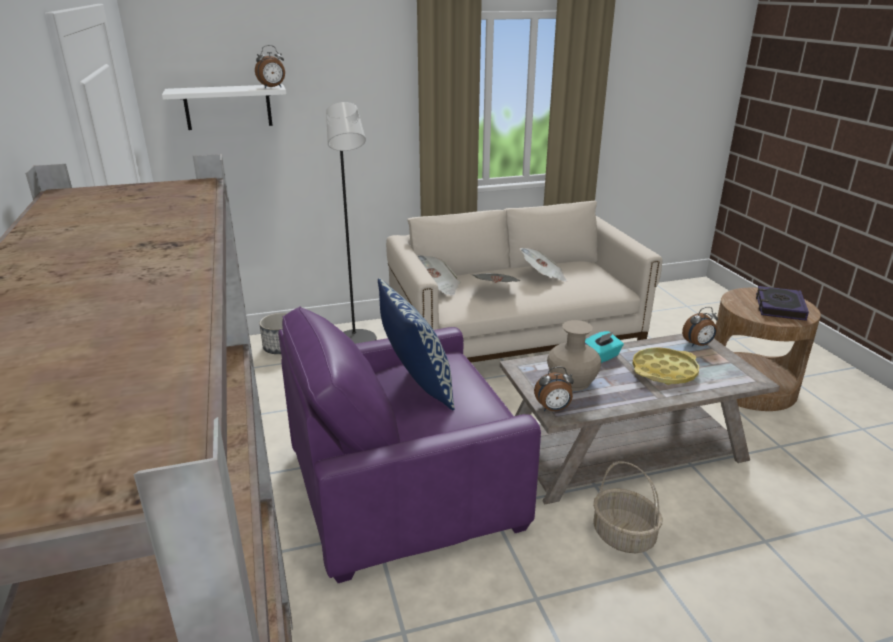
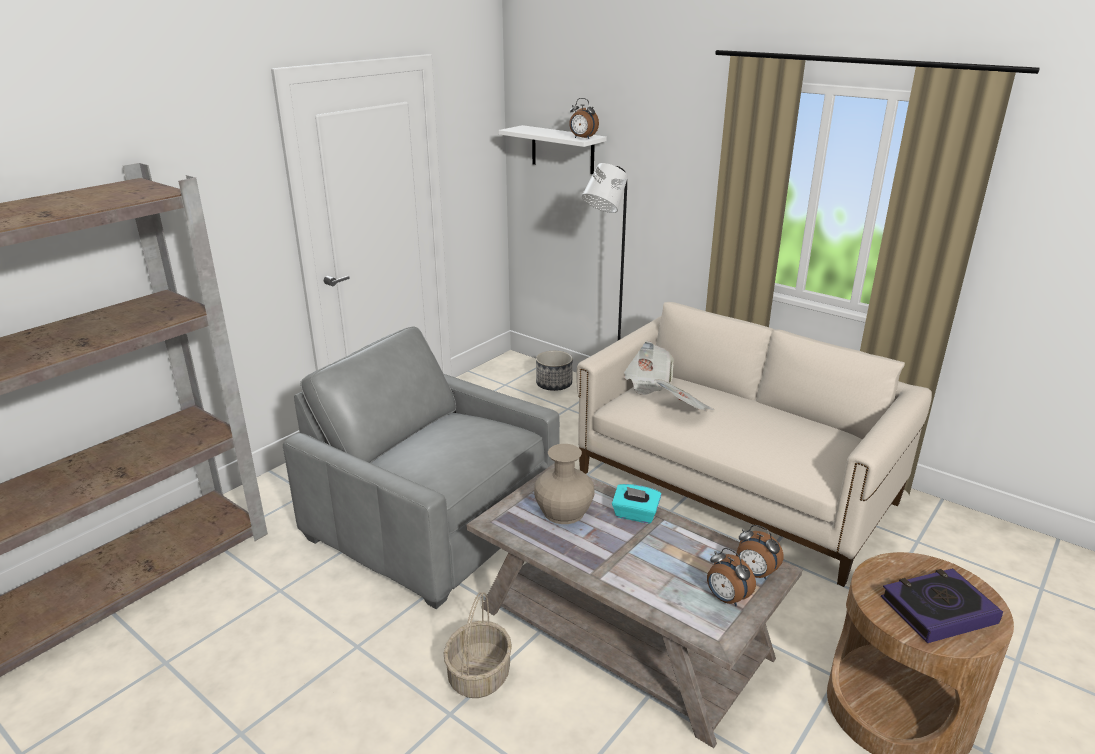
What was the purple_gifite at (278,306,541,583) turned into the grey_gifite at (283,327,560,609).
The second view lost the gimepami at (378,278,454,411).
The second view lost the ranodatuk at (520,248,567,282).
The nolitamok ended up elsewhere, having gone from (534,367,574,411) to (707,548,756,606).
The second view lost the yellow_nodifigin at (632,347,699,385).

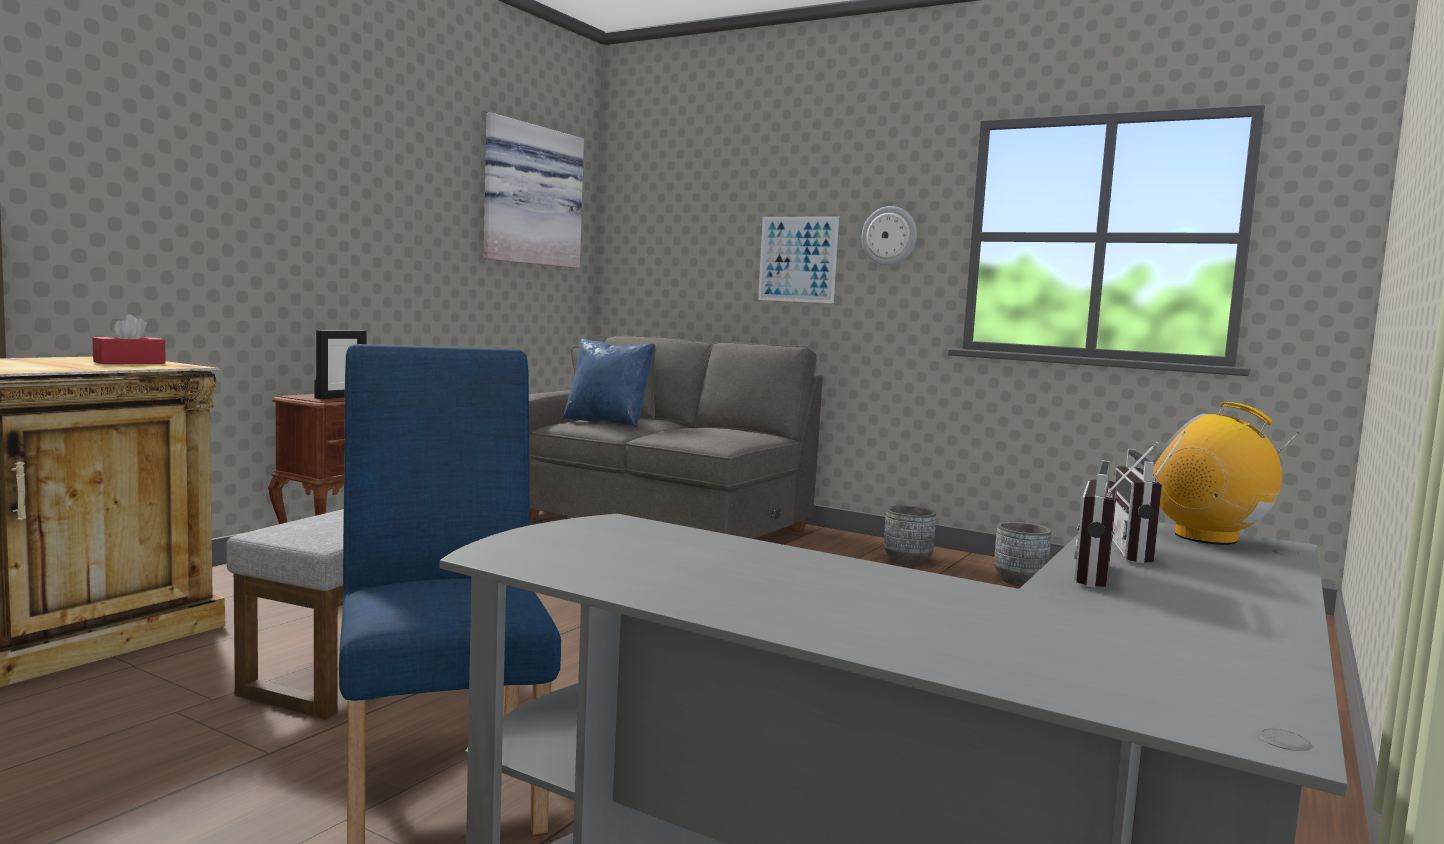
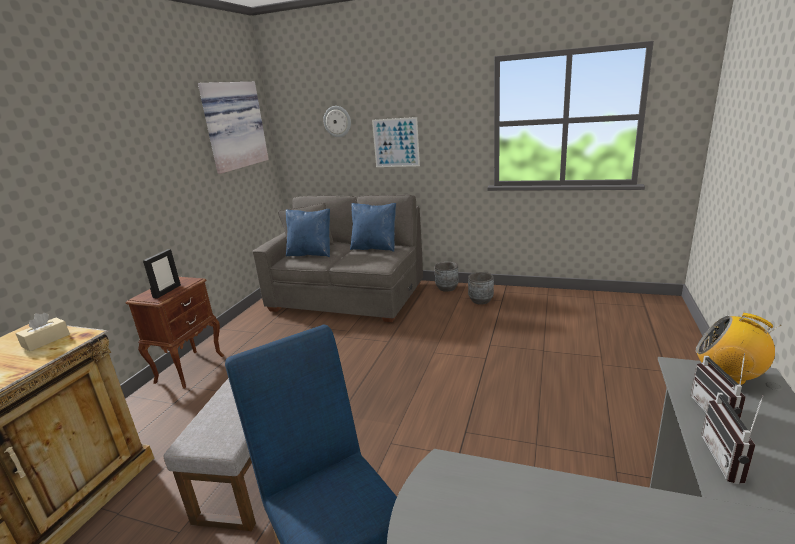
What was the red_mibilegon at (93,314,166,364) turned into the beige_mibilegon at (16,313,70,351).
The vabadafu ended up elsewhere, having gone from (862,206,917,265) to (323,106,351,137).
The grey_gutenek ended up elsewhere, having gone from (994,522,1052,586) to (435,262,459,292).
The second view gained the blue_gimepami at (350,203,396,252).

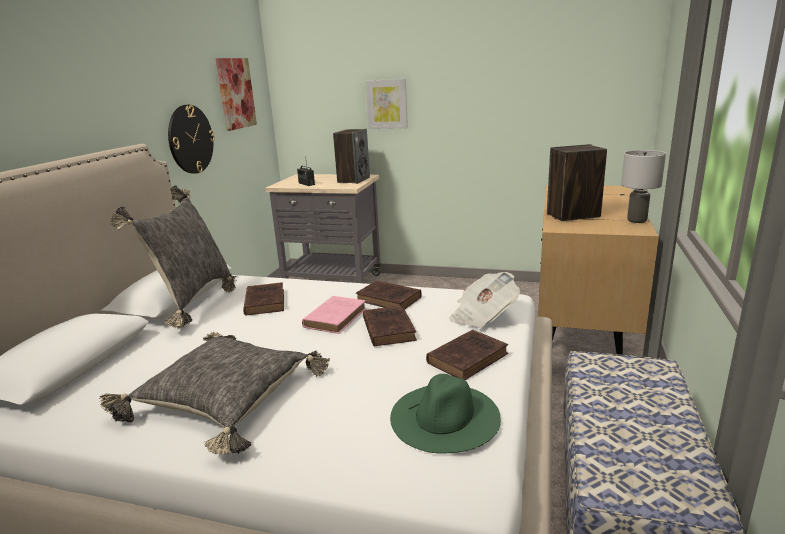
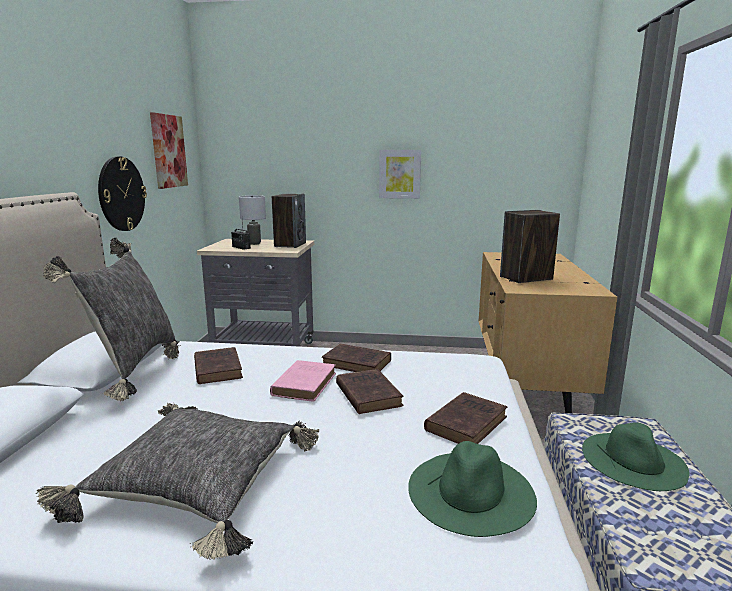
The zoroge ended up elsewhere, having gone from (366,79,408,129) to (379,150,421,199).
The second view lost the ranodatuk at (449,272,520,328).
The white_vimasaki ended up elsewhere, having gone from (621,150,666,223) to (239,195,266,245).
The second view gained the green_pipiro at (582,422,689,491).

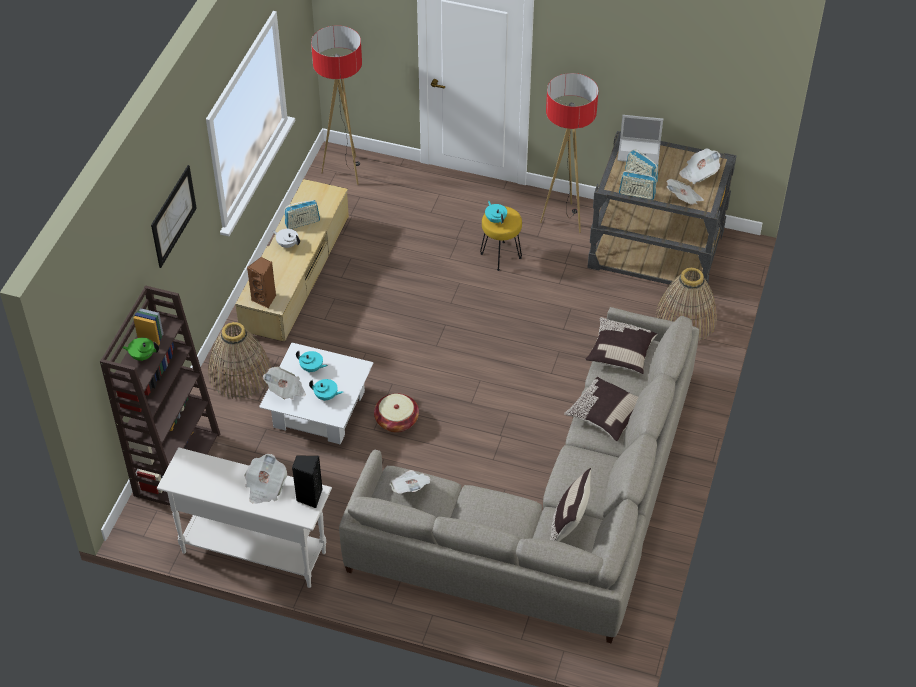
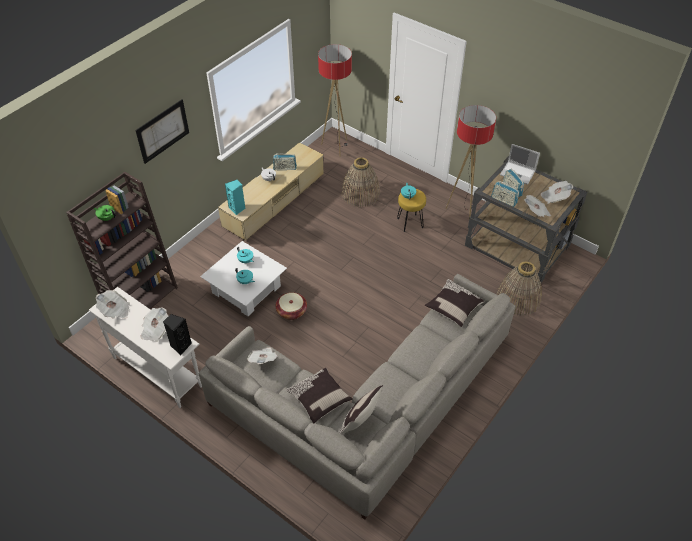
The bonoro ended up elsewhere, having gone from (208,322,271,399) to (341,157,380,207).
What was the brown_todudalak at (247,257,276,308) turned into the turquoise_todudalak at (225,180,246,215).
The ranodatuk ended up elsewhere, having gone from (263,367,306,399) to (96,290,130,319).
The gimepami ended up elsewhere, having gone from (565,377,638,441) to (286,368,353,423).

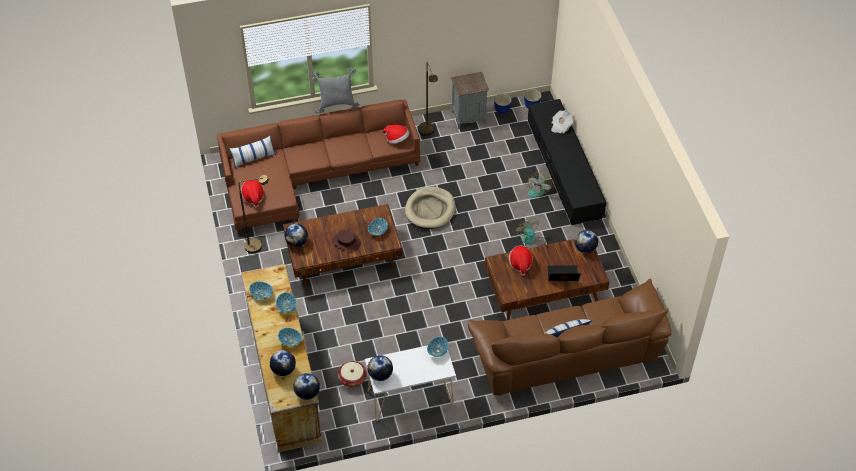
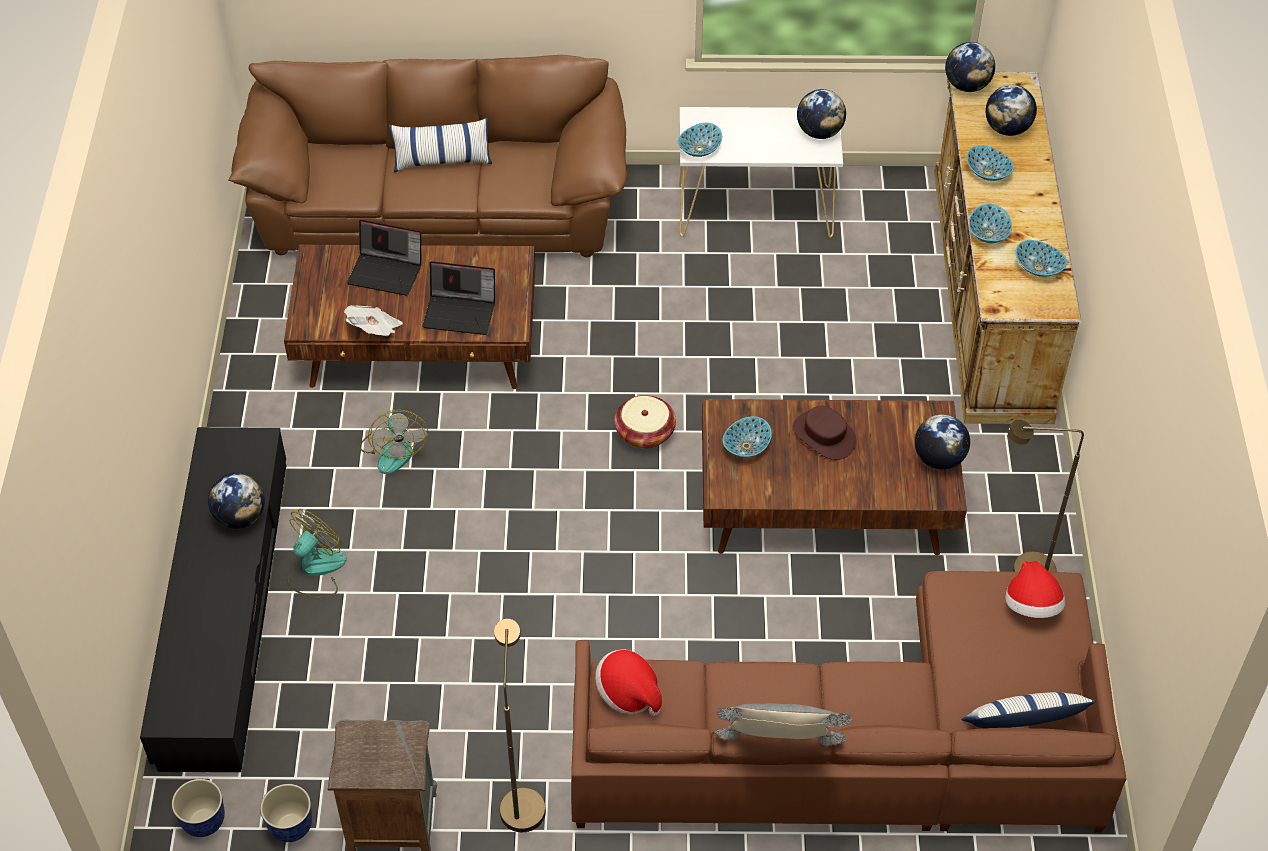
The bonoro ended up elsewhere, having gone from (338,361,367,387) to (614,395,676,449).
The second view lost the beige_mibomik at (405,187,455,229).
Where the pipiro stood at (509,246,533,276), the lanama came to stand at (422,261,495,335).
The ranodatuk ended up elsewhere, having gone from (551,110,574,134) to (344,305,403,336).
The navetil ended up elsewhere, having gone from (575,230,598,253) to (208,473,265,529).

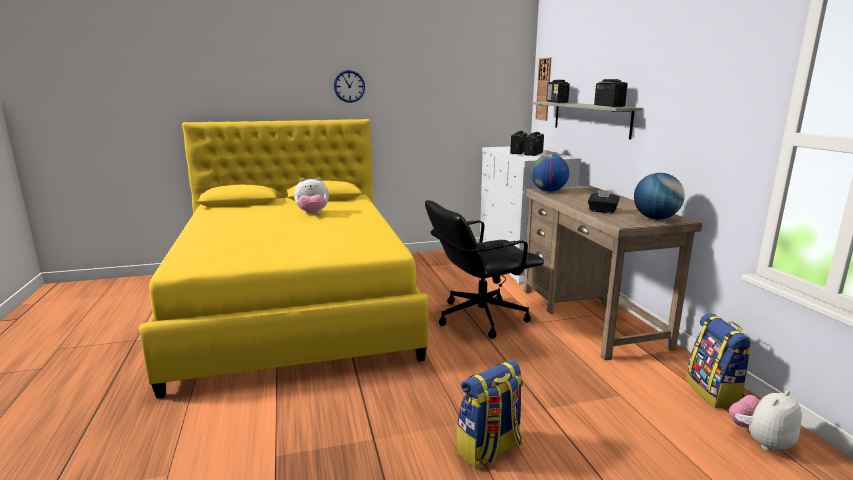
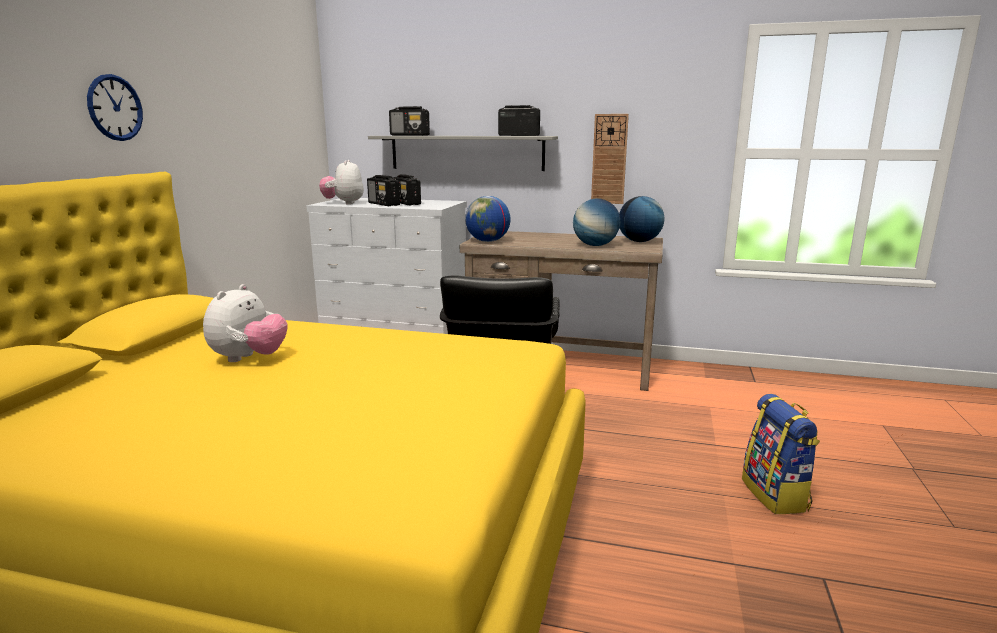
The vabadafu ended up elsewhere, having gone from (535,57,551,121) to (591,114,629,204).
Where the black_mibilegon stood at (588,190,620,213), the navetil came to stand at (573,198,620,246).
The second view lost the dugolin at (686,313,752,408).
The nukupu ended up elsewhere, having gone from (729,390,802,452) to (319,160,364,205).

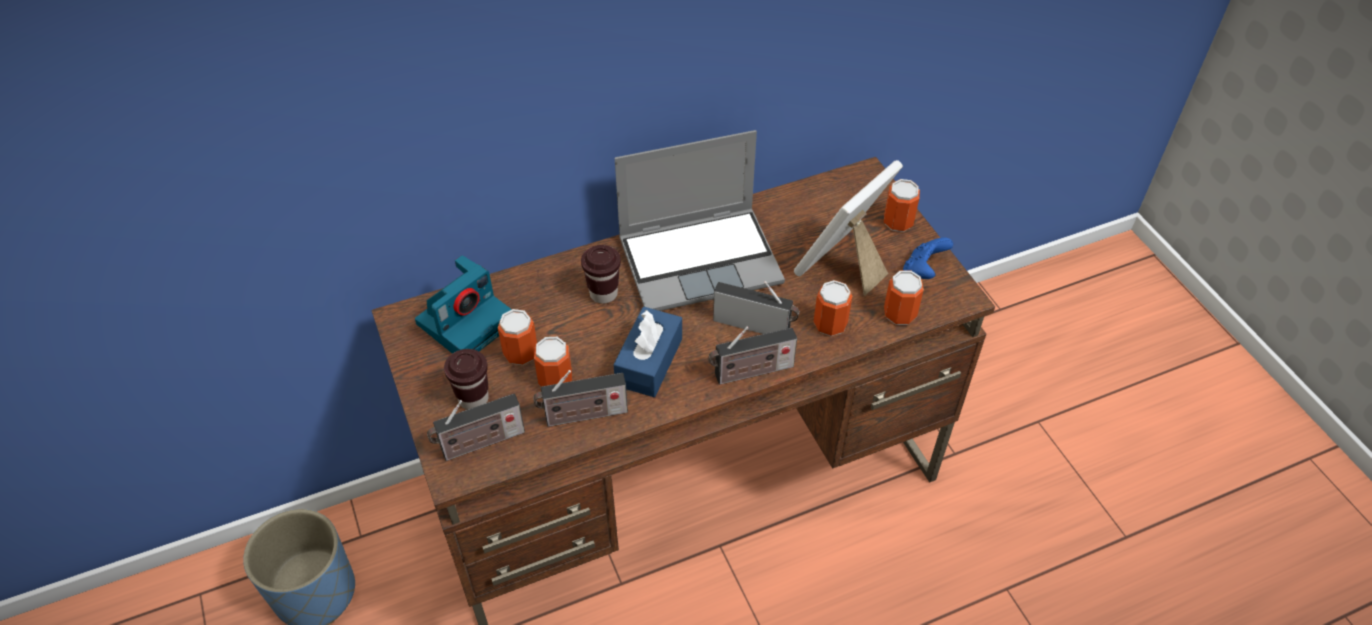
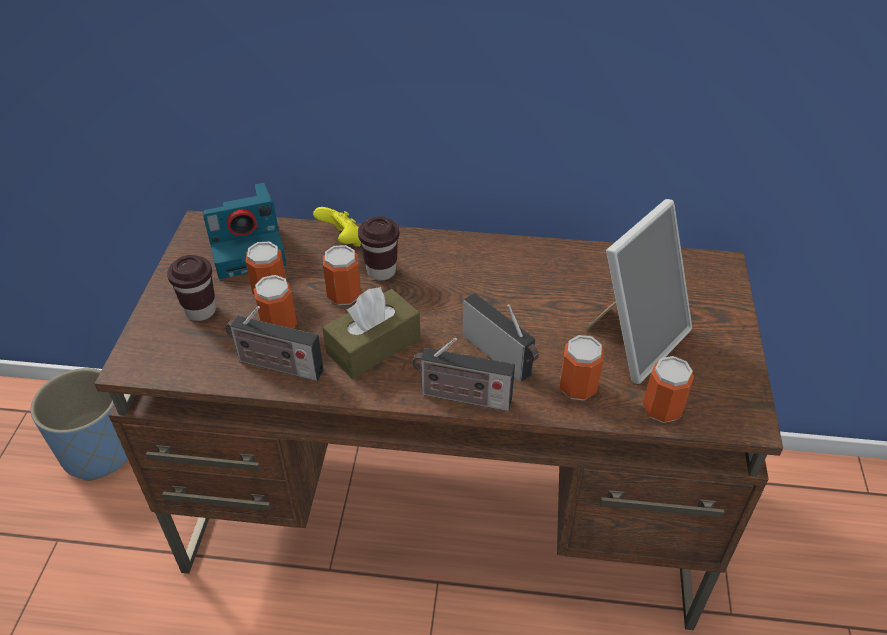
The second view lost the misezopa at (427,394,525,461).
What was the blue_mibilegon at (614,307,682,397) turned into the brown_mibilegon at (322,287,420,379).
The second view lost the lanama at (615,130,785,311).
The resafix at (794,160,903,296) ended up facing another way, 150 degrees clockwise from before.
The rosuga ended up elsewhere, having gone from (884,179,920,232) to (323,245,361,305).
The second view lost the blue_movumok at (903,237,953,279).
The second view gained the yellow_movumok at (313,207,361,247).

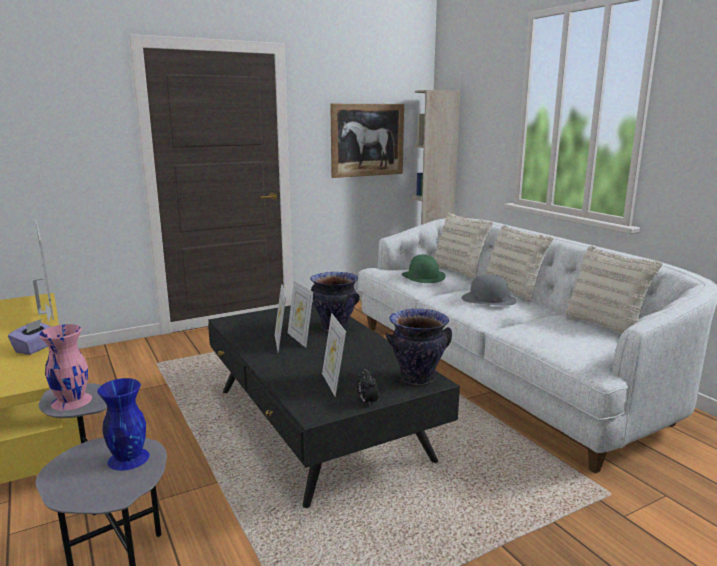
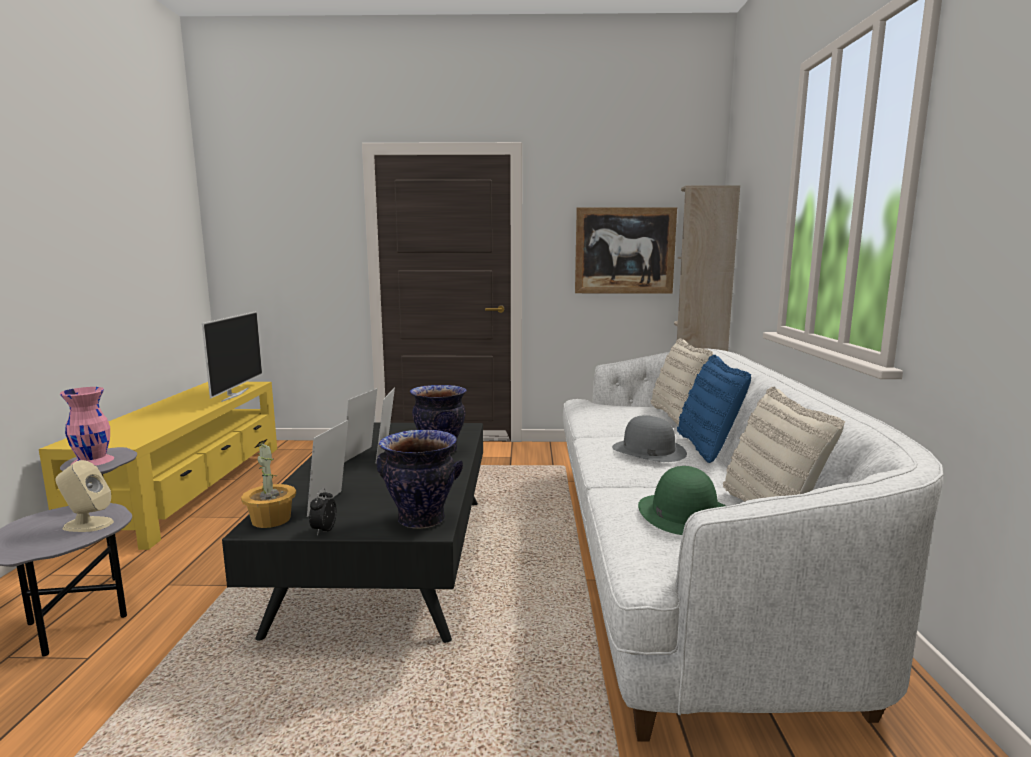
The second view lost the purple_mibilegon at (8,319,51,355).
Where the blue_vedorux stood at (97,378,149,471), the beige_todudalak came to stand at (56,460,114,532).
The green_pipiro ended up elsewhere, having gone from (402,254,446,283) to (638,466,726,535).
What was the beige_gimepami at (485,225,554,301) turned into the blue_gimepami at (677,355,751,463).
The second view gained the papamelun at (241,439,296,528).

